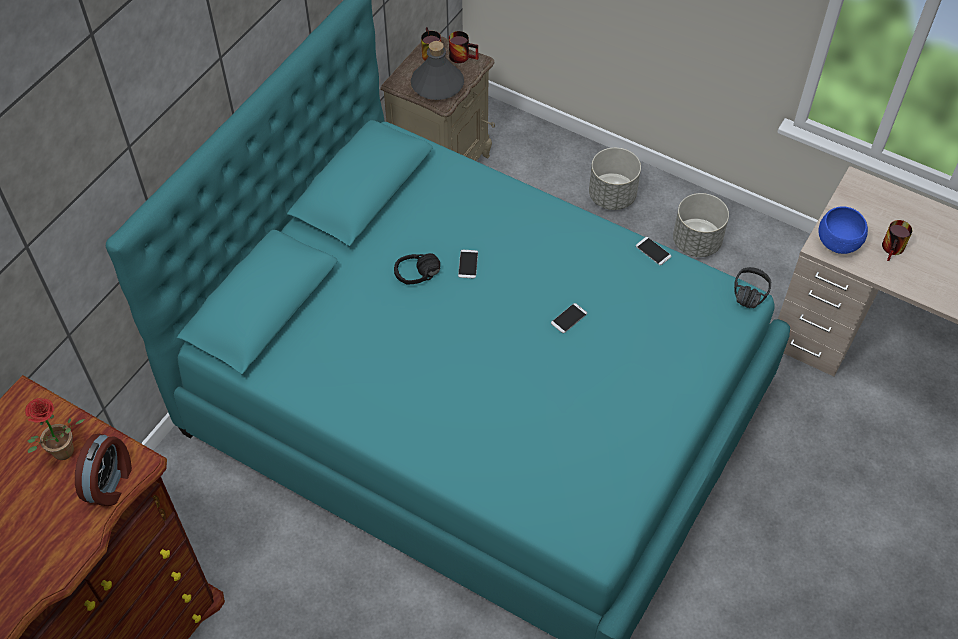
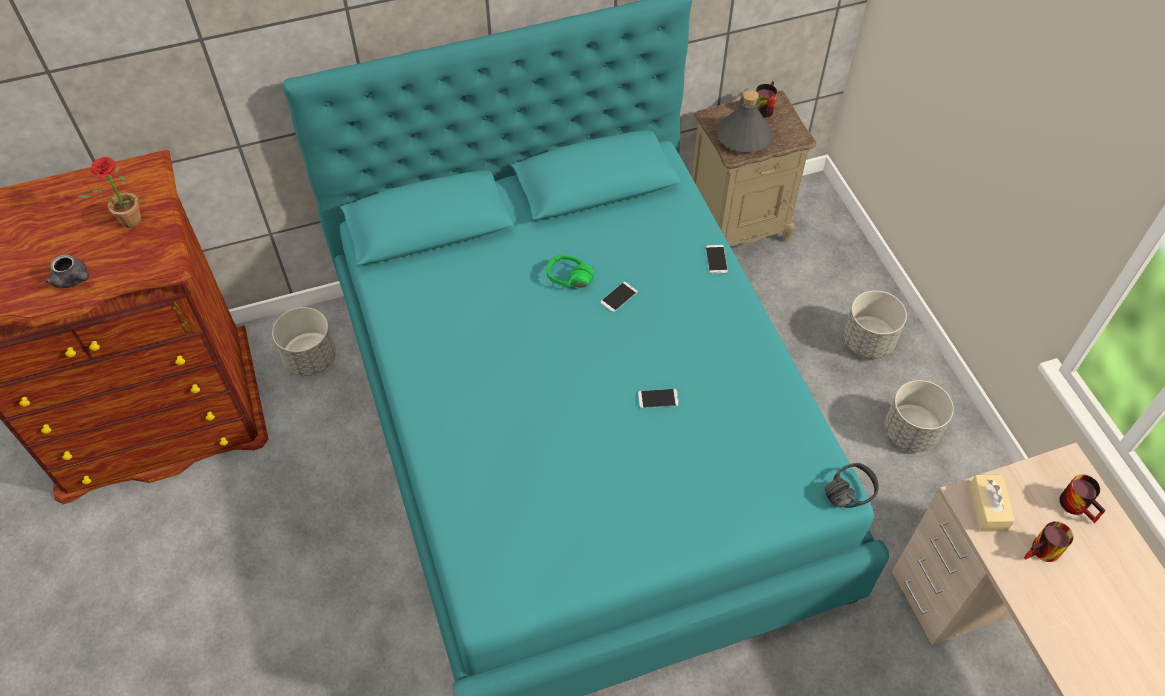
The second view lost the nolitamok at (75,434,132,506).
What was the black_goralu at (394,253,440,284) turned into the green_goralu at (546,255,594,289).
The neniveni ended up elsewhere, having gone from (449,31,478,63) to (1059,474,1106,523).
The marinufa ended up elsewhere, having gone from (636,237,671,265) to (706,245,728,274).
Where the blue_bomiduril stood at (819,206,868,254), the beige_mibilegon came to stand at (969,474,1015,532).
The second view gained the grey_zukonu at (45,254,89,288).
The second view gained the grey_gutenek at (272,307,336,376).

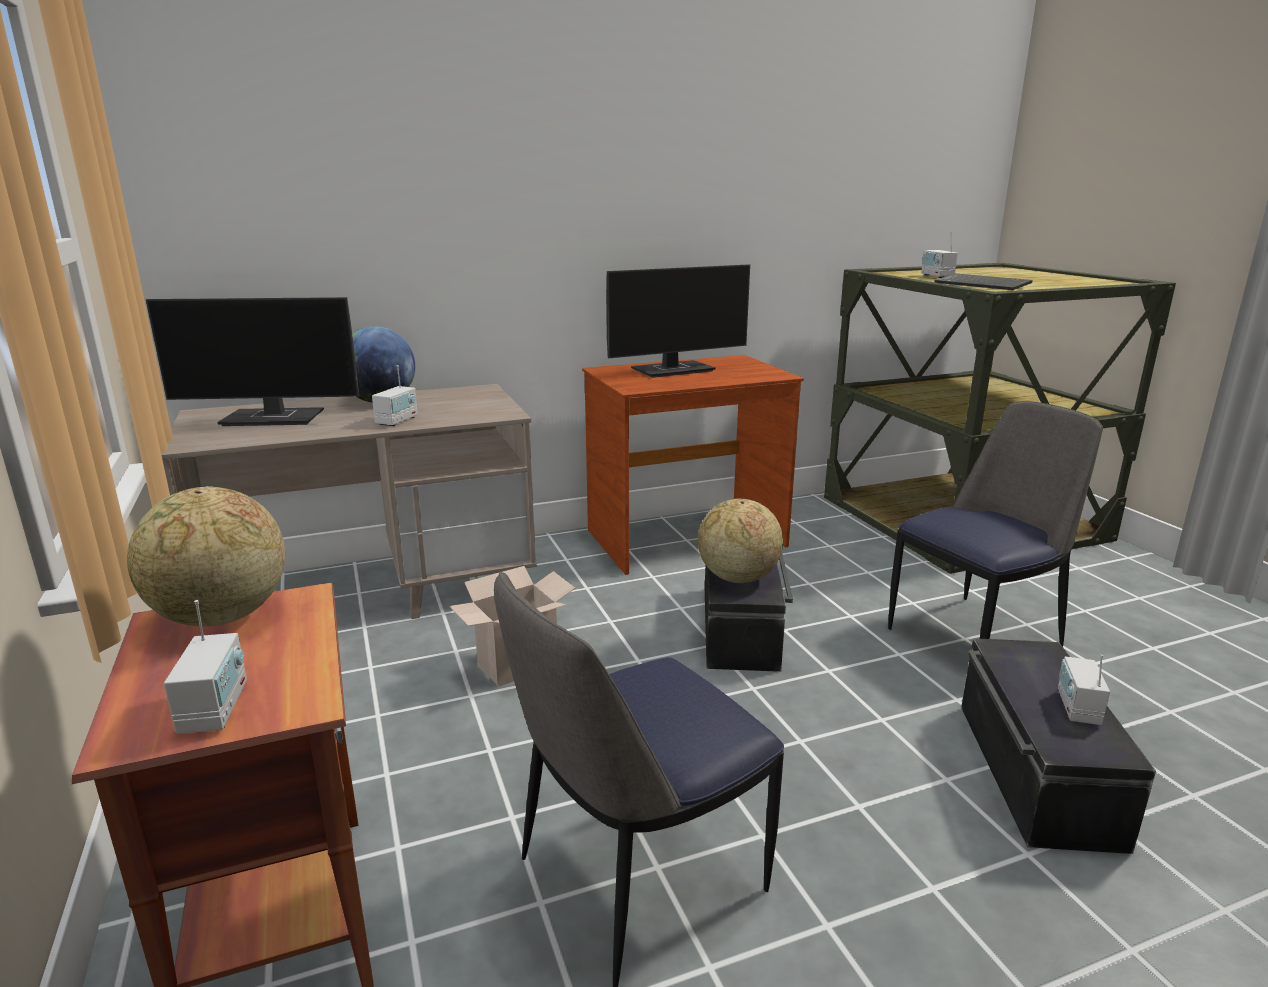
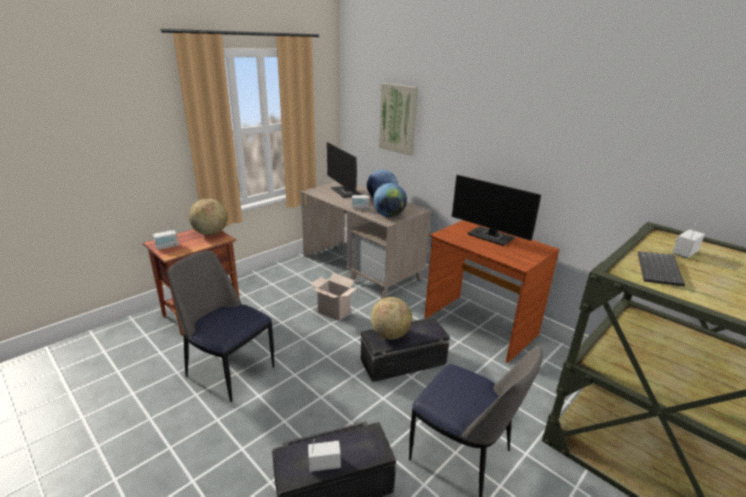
The second view gained the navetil at (373,183,407,217).
The second view gained the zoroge at (379,83,418,156).

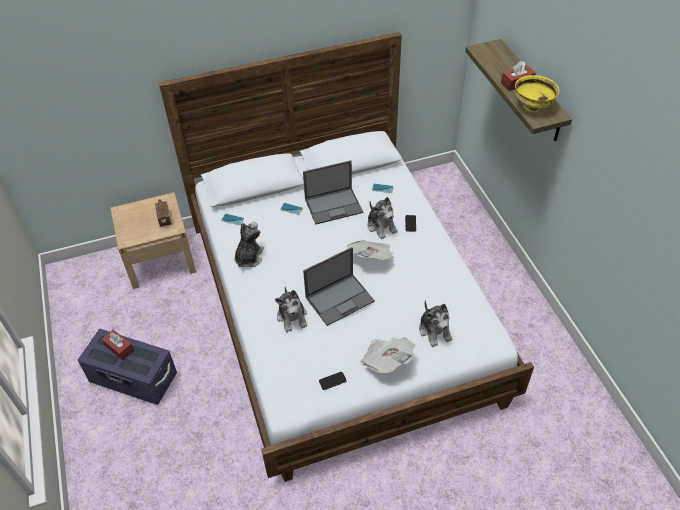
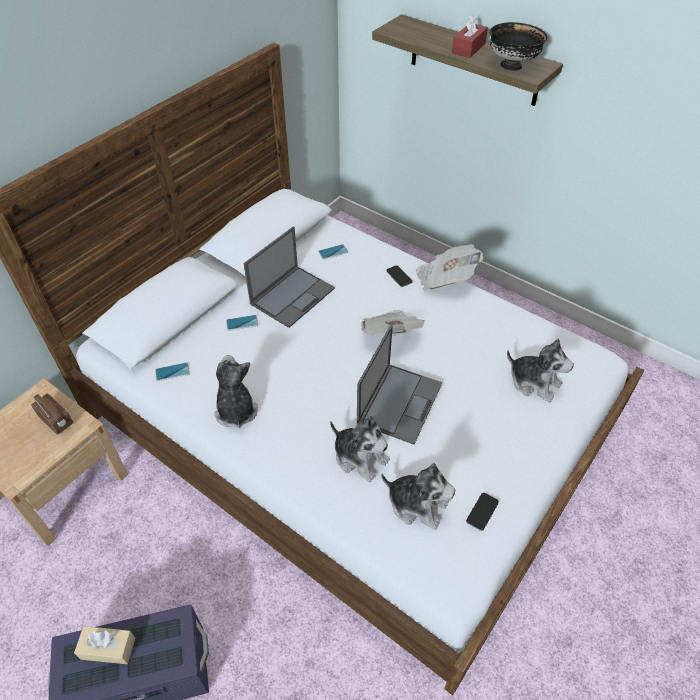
What was the red_mibilegon at (102,330,134,360) turned into the beige_mibilegon at (74,626,135,664).
The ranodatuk ended up elsewhere, having gone from (361,338,416,373) to (416,244,483,291).
The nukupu ended up elsewhere, having gone from (367,197,398,239) to (381,463,455,530).
What was the yellow_bomiduril at (515,75,559,113) turned into the black_bomiduril at (489,22,548,71).

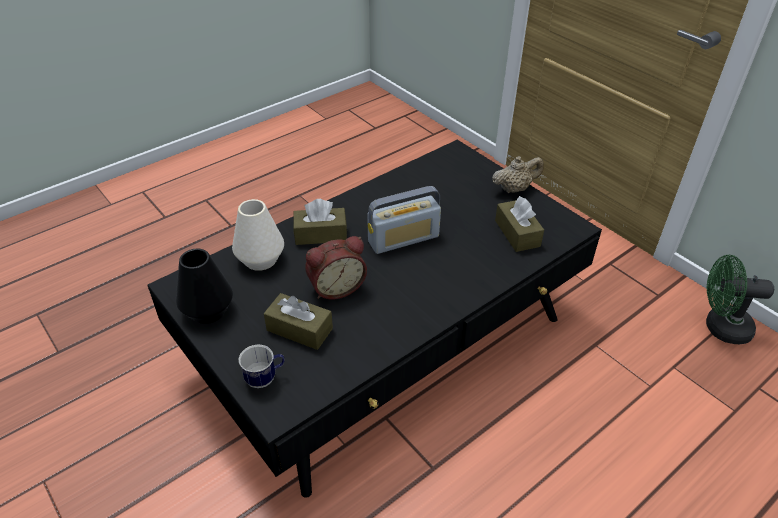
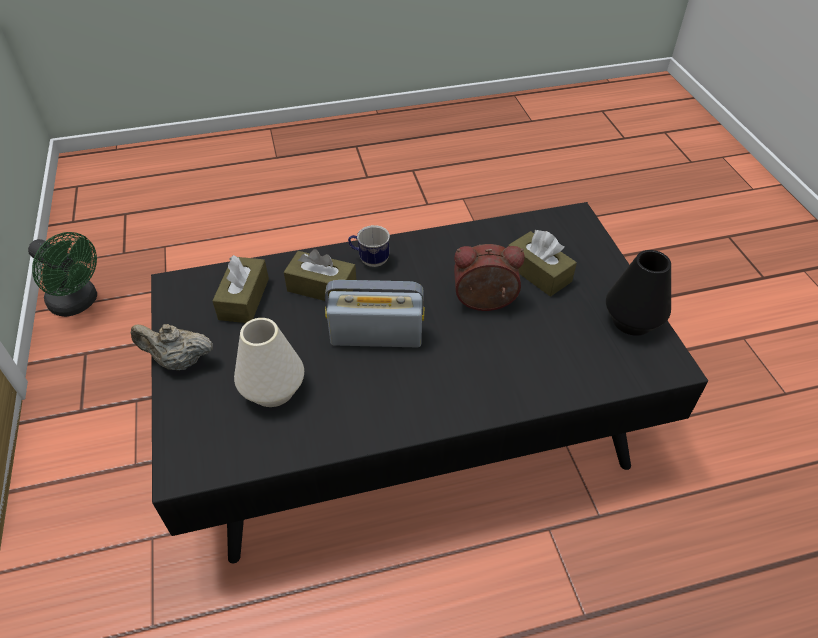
The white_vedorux ended up elsewhere, having gone from (232,199,284,271) to (234,318,304,407).
The neniveni ended up elsewhere, having gone from (239,344,285,388) to (348,225,390,267).
The brown_mibilegon ended up elsewhere, having gone from (293,199,347,245) to (284,249,356,301).

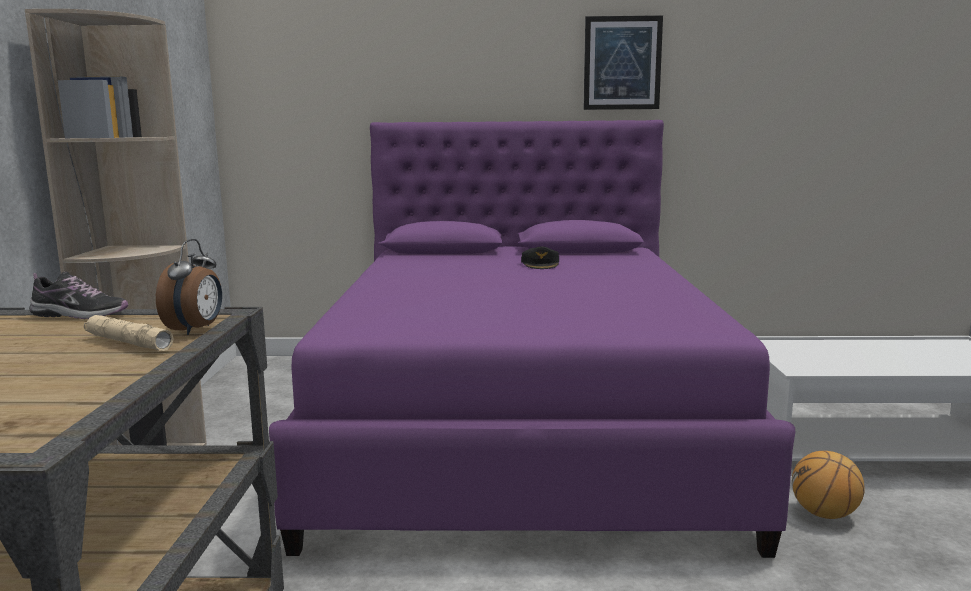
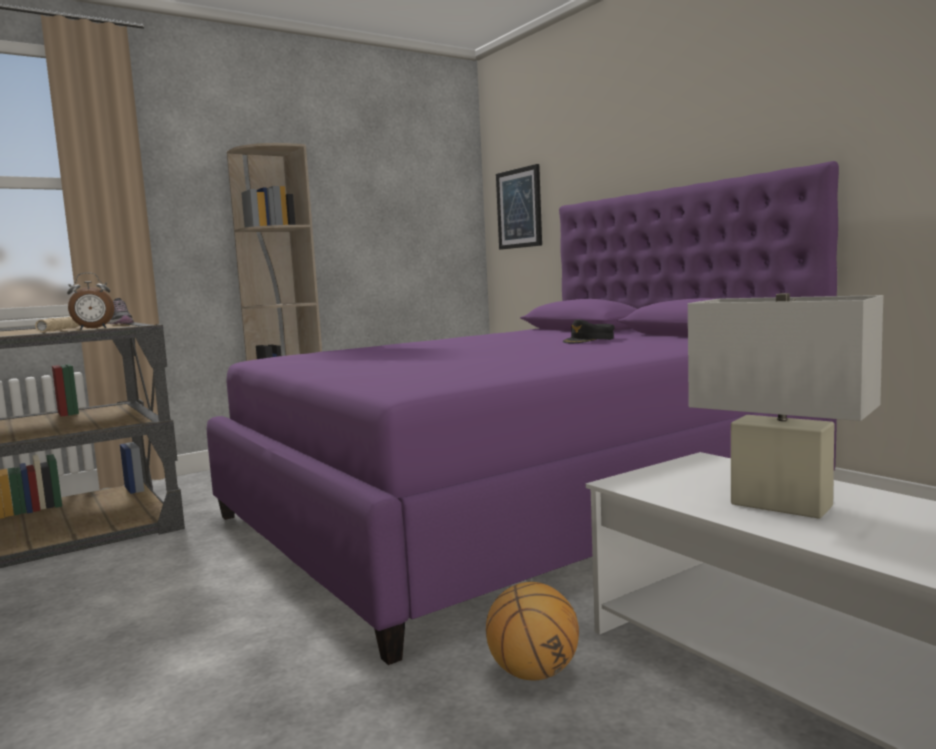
The zoroge ended up elsewhere, having gone from (584,15,663,110) to (496,164,542,250).
The second view gained the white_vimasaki at (688,293,883,519).

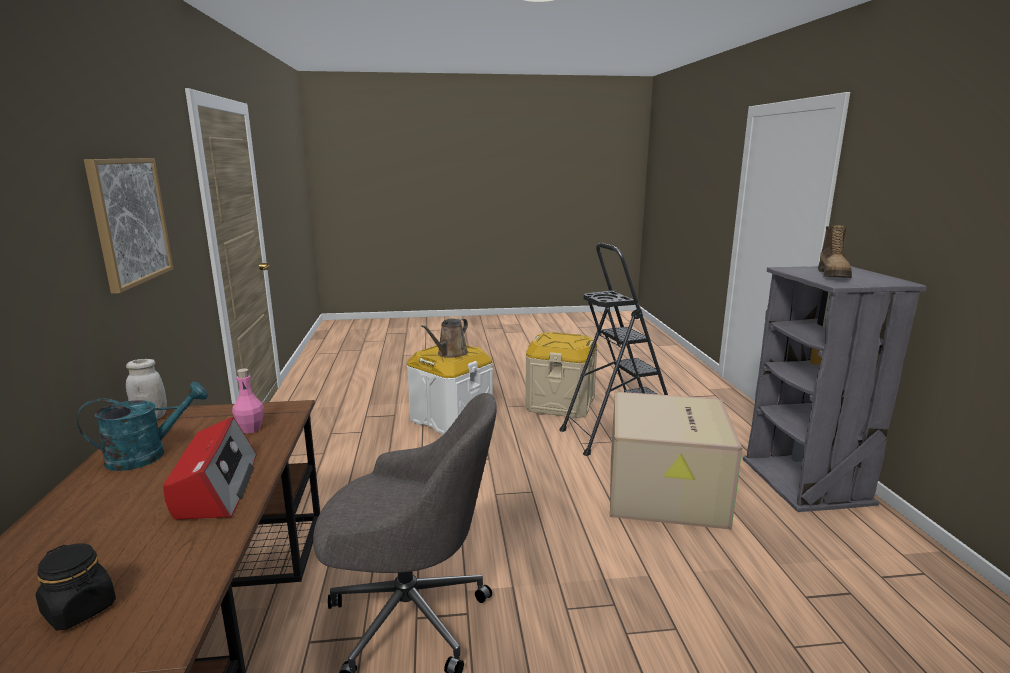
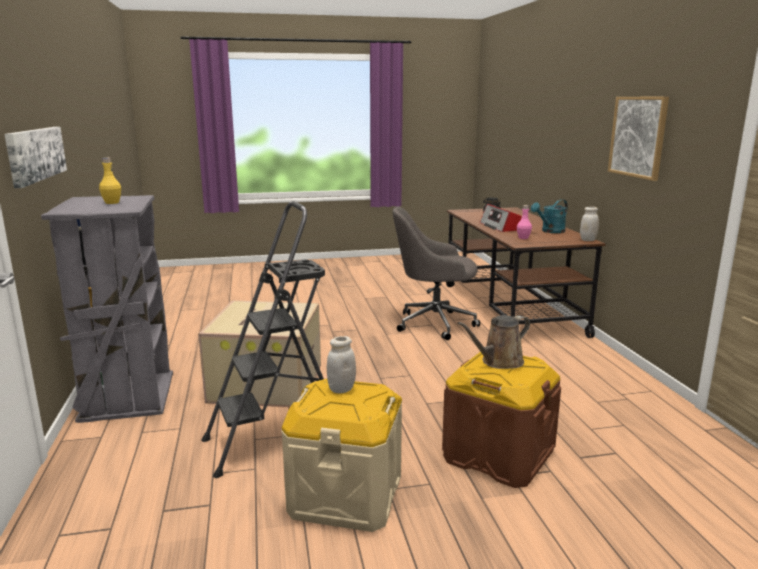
What was the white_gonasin at (407,345,493,434) turned into the brown_gonasin at (442,352,561,488).
The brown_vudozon at (421,318,468,358) ended up facing another way, 150 degrees counterclockwise from before.
Where the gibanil stood at (818,225,852,278), the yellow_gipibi came to stand at (99,158,121,204).
The second view gained the zoroge at (4,127,67,188).
The second view gained the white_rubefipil at (327,336,356,393).

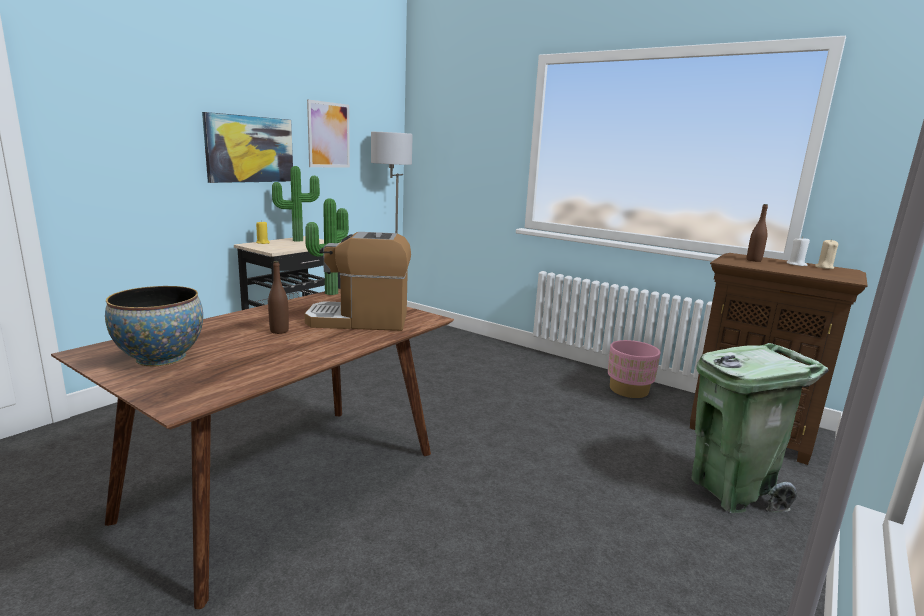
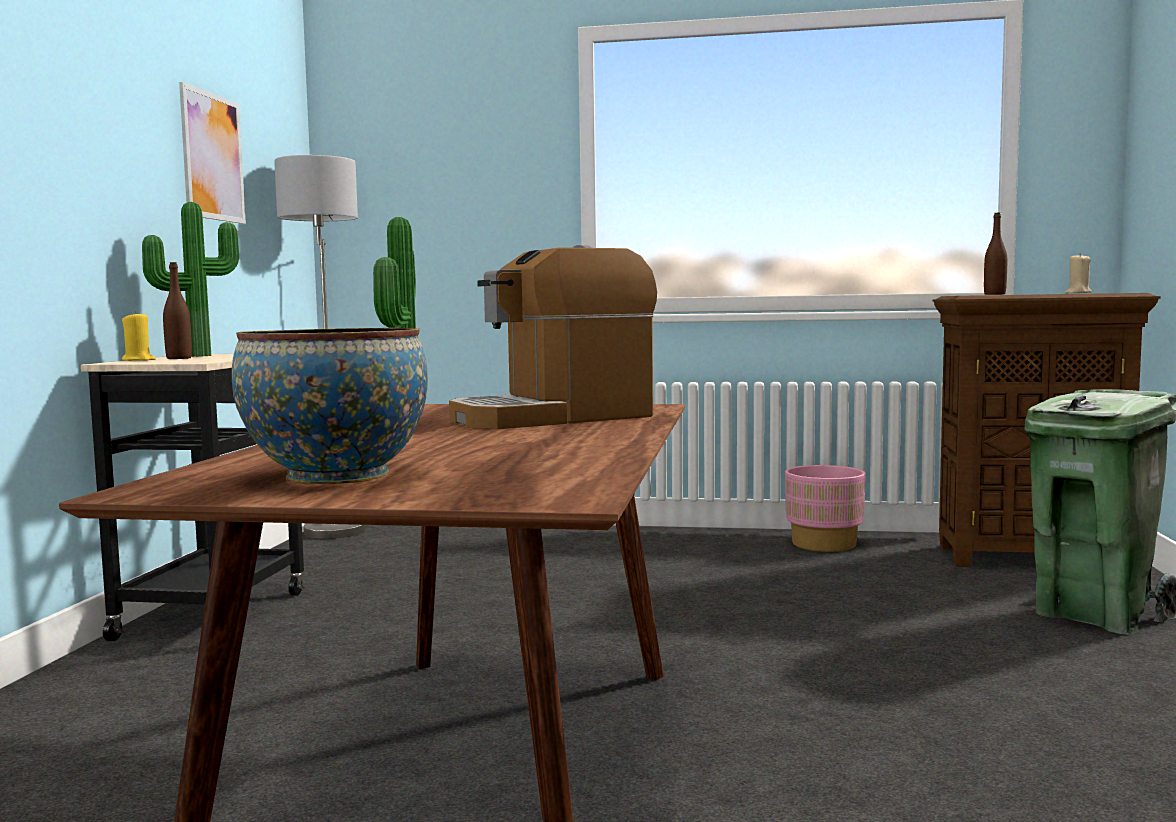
The second view lost the zoroge at (202,112,293,183).
The brown_gipibi ended up elsewhere, having gone from (268,261,289,334) to (163,262,192,359).
The second view lost the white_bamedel at (787,237,810,266).

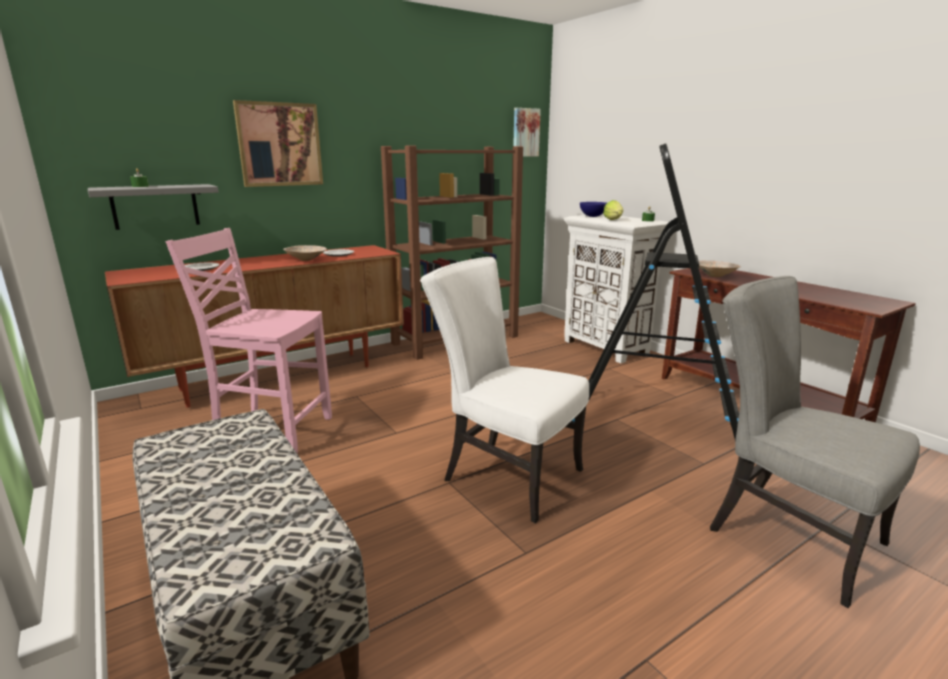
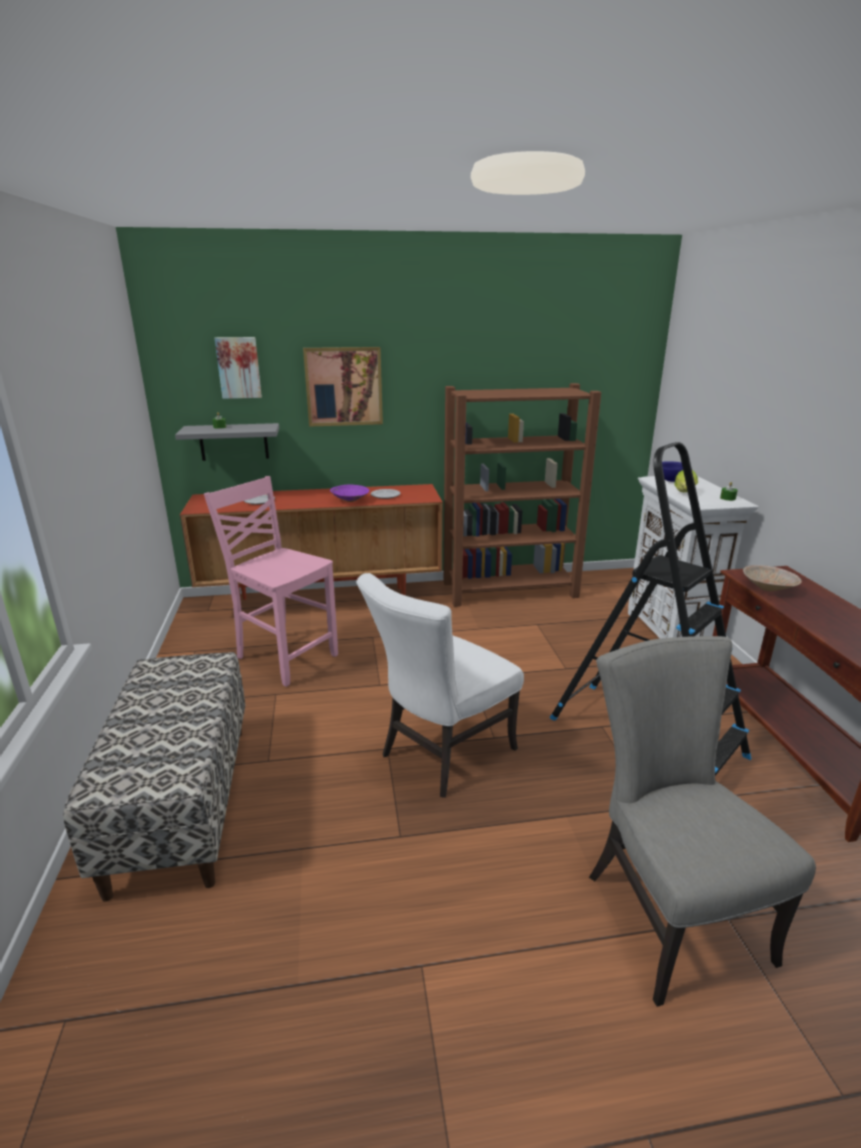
What was the beige_bomiduril at (283,245,327,261) turned into the purple_bomiduril at (330,484,370,502).
The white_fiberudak at (420,257,589,523) ended up facing another way, 105 degrees counterclockwise from before.
The zoroge ended up elsewhere, having gone from (513,108,541,157) to (215,337,262,399).

